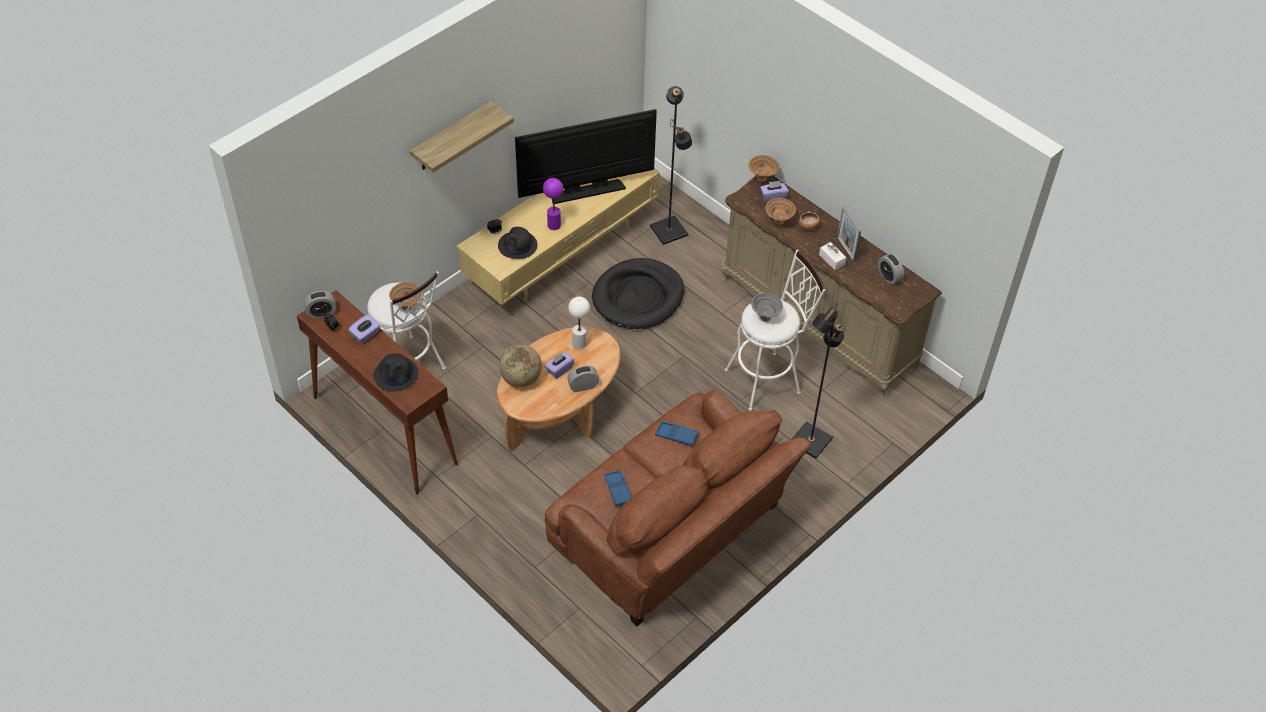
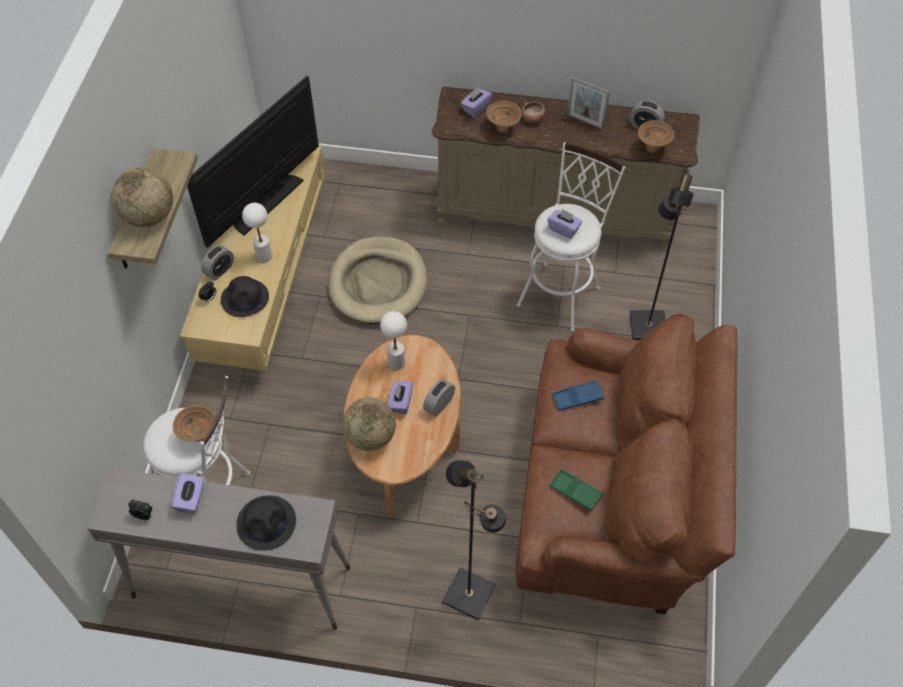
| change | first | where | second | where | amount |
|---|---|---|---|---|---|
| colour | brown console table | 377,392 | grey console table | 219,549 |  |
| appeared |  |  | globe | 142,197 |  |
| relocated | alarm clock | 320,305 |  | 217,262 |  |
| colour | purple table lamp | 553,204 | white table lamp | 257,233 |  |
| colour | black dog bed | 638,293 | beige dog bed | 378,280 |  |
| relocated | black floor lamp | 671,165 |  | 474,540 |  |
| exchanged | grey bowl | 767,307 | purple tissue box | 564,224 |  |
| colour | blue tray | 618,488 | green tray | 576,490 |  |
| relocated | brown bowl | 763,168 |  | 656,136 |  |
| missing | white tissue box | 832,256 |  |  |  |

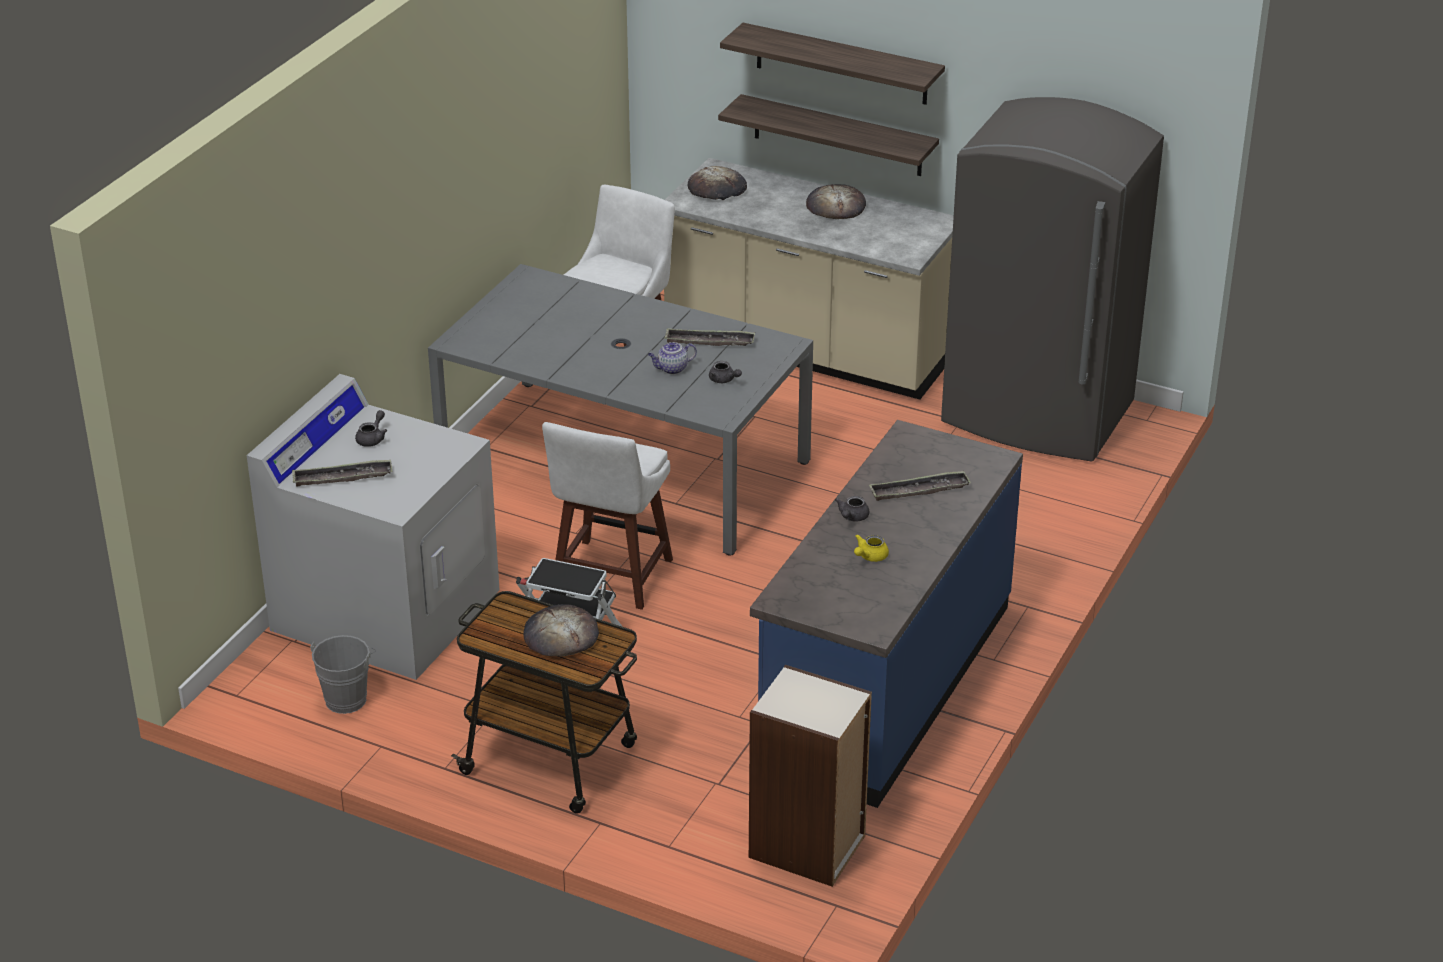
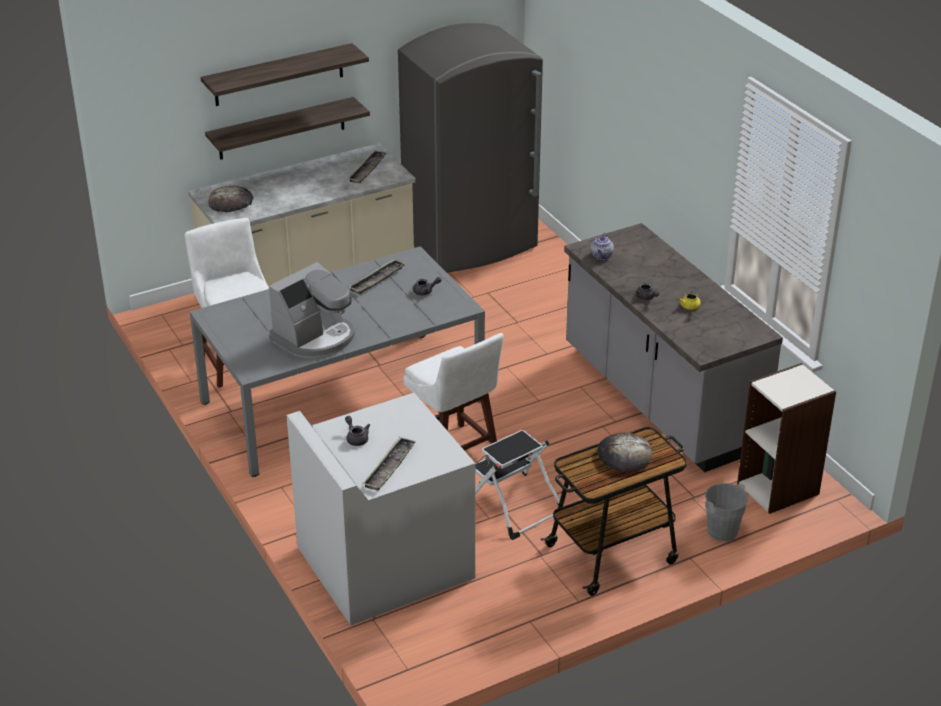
| change | first | where | second | where | amount |
|---|---|---|---|---|---|
| appeared |  |  | coffee machine | 312,310 |  |
| relocated | tray | 920,485 |  | 368,167 |  |
| colour | blue counter | 886,614 | grey counter | 673,347 |  |
| relocated | teapot | 672,358 |  | 602,246 |  |
| relocated | grey bucket | 343,674 |  | 723,512 |  |
| missing | bread | 836,201 |  |  |  |

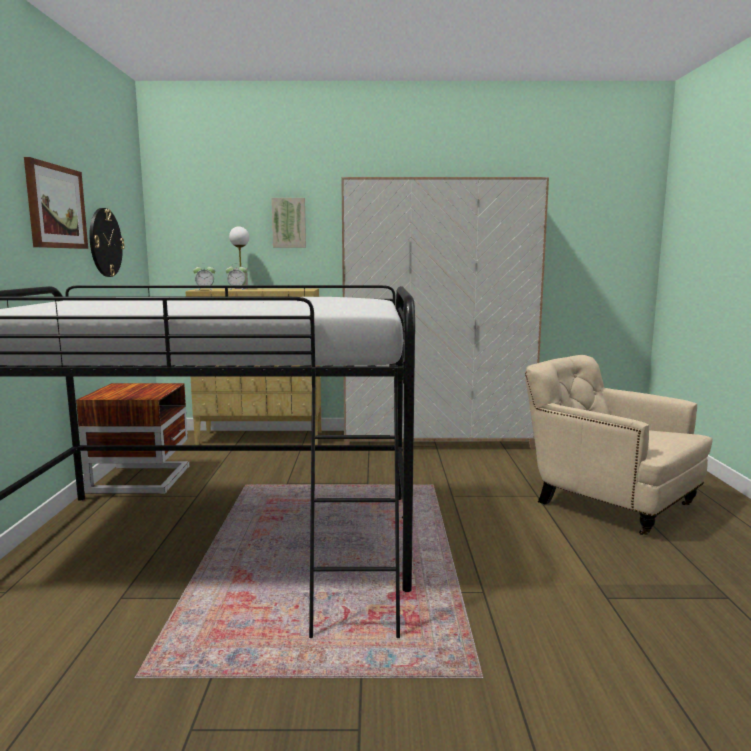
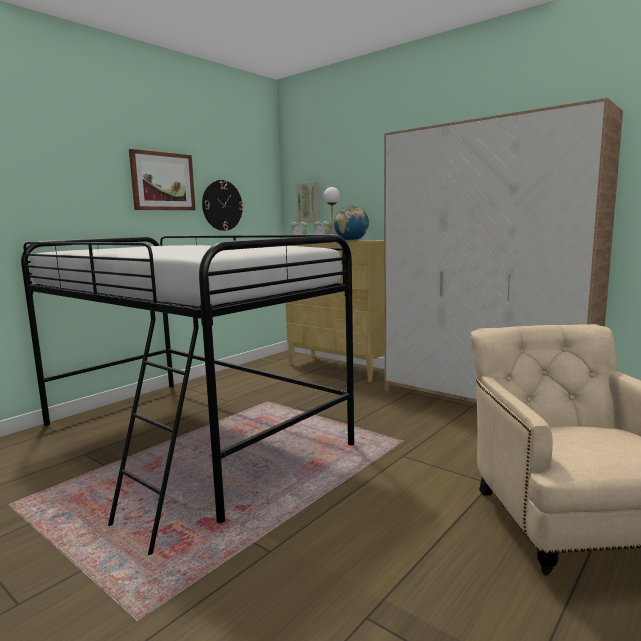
| change | first | where | second | where | amount |
|---|---|---|---|---|---|
| relocated | picture | 288,223 |  | 308,202 |  |
| appeared |  |  | globe | 351,223 |  |
| missing | nightstand | 132,438 |  |  |  |

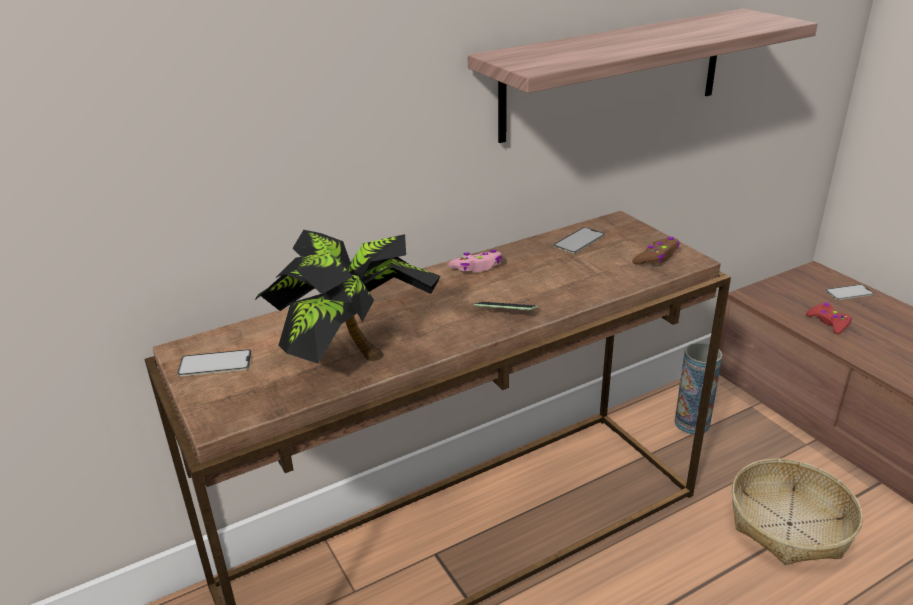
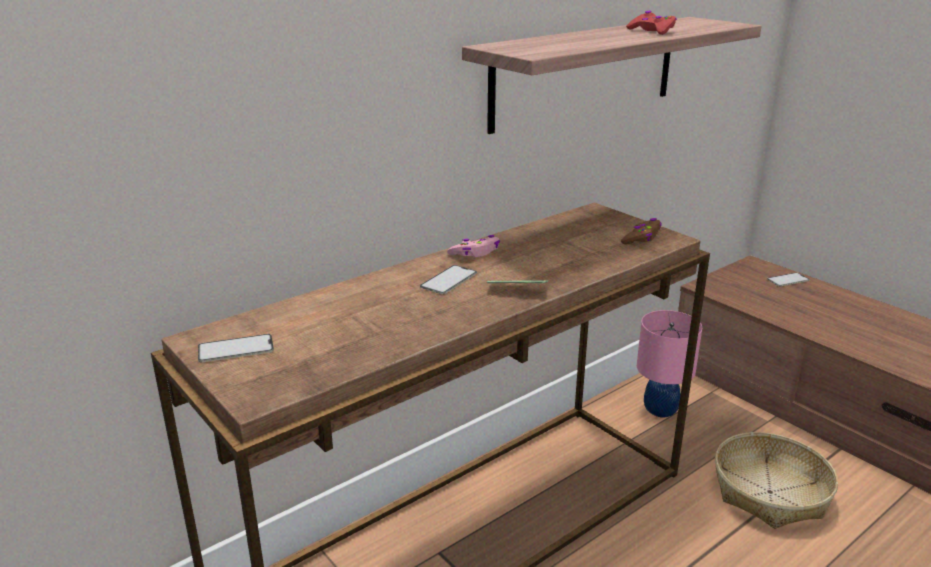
| change | first | where | second | where | amount |
|---|---|---|---|---|---|
| relocated | phone | 579,240 |  | 448,279 |  |
| relocated | red game controller | 829,318 |  | 651,23 |  |
| exchanged | vase | 698,389 | pink table lamp | 669,364 |  |
| missing | potted plant | 347,296 |  |  |  |

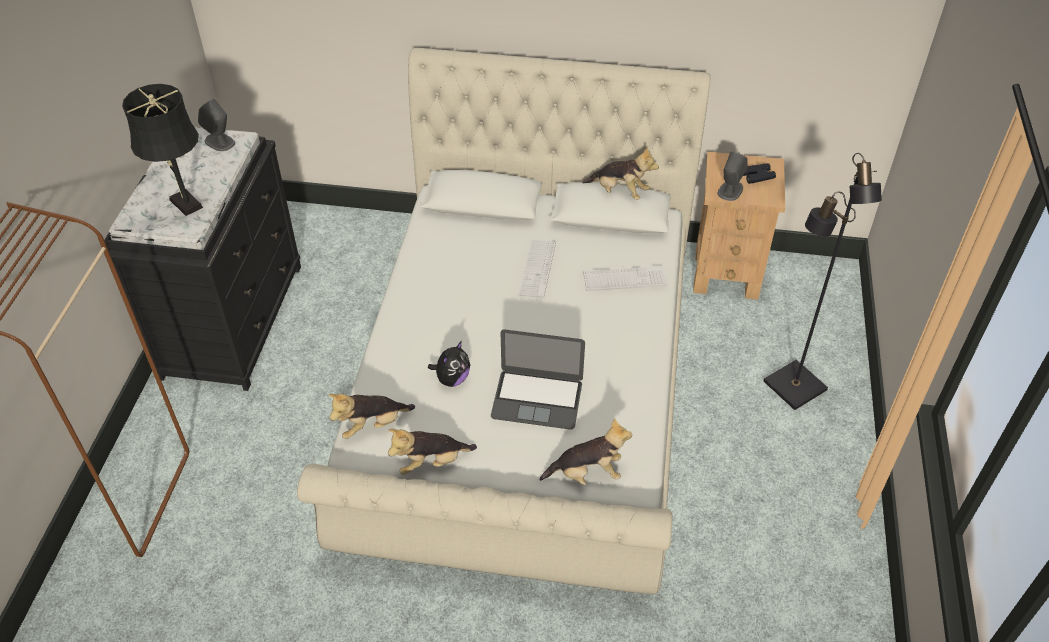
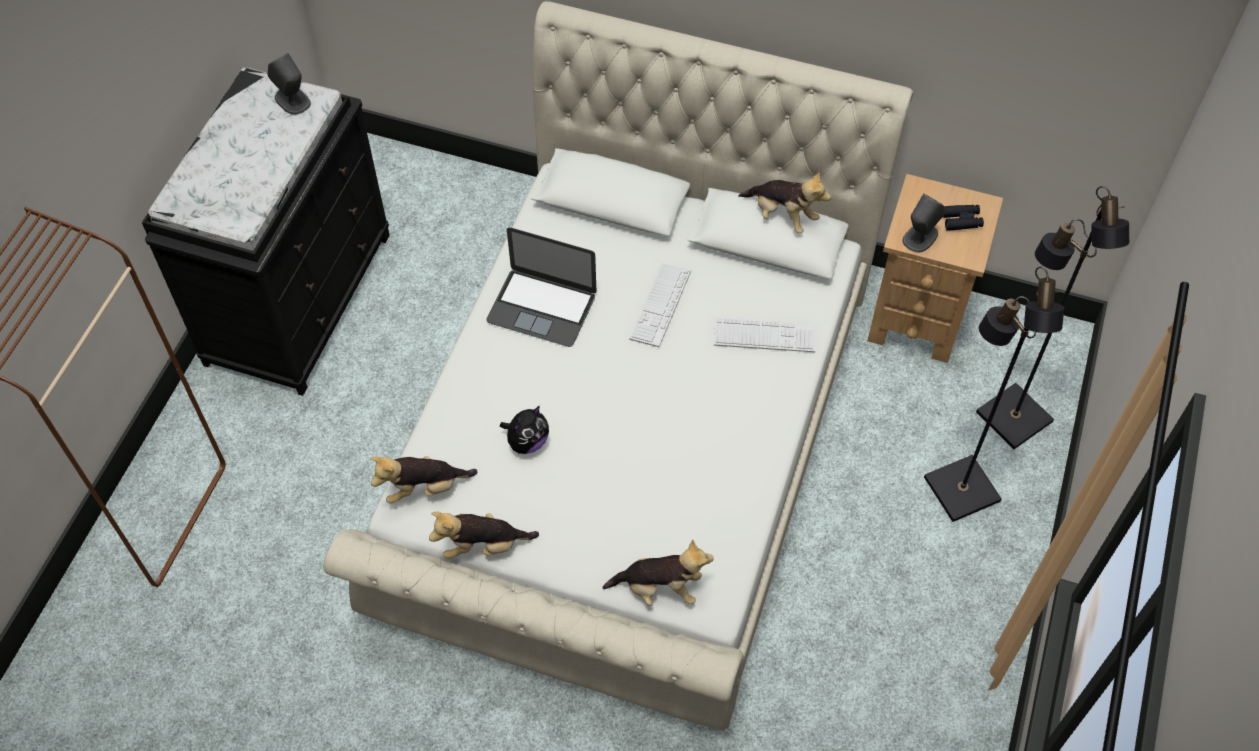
| change | first | where | second | where | amount |
|---|---|---|---|---|---|
| relocated | laptop | 538,380 |  | 541,287 |  |
| appeared |  |  | black floor lamp | 1052,317 |  |
| missing | black table lamp | 162,150 |  |  |  |

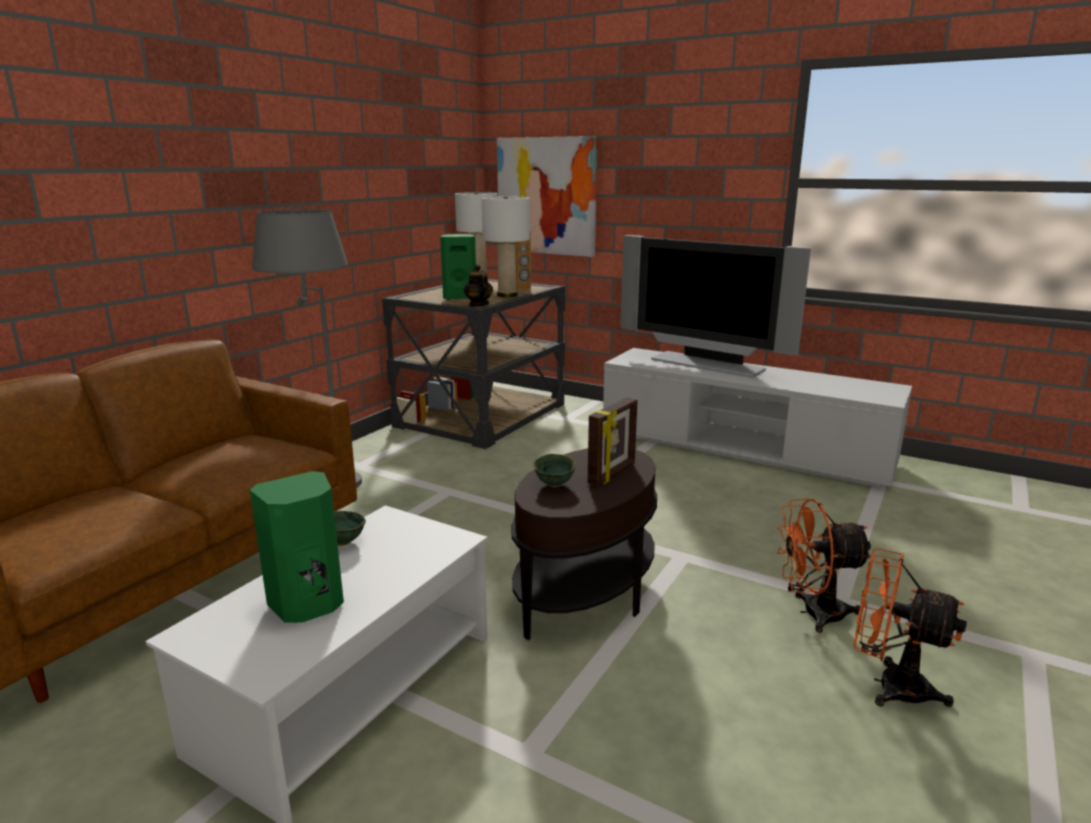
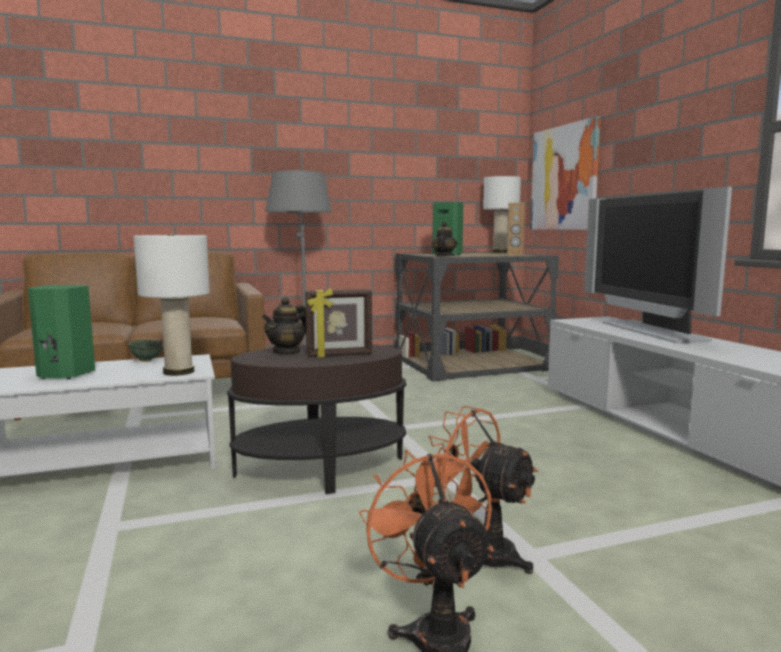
| change | first | where | second | where | amount |
|---|---|---|---|---|---|
| relocated | white table lamp | 506,246 |  | 172,304 |  |
| exchanged | green bowl | 554,470 | teapot | 284,326 |  |

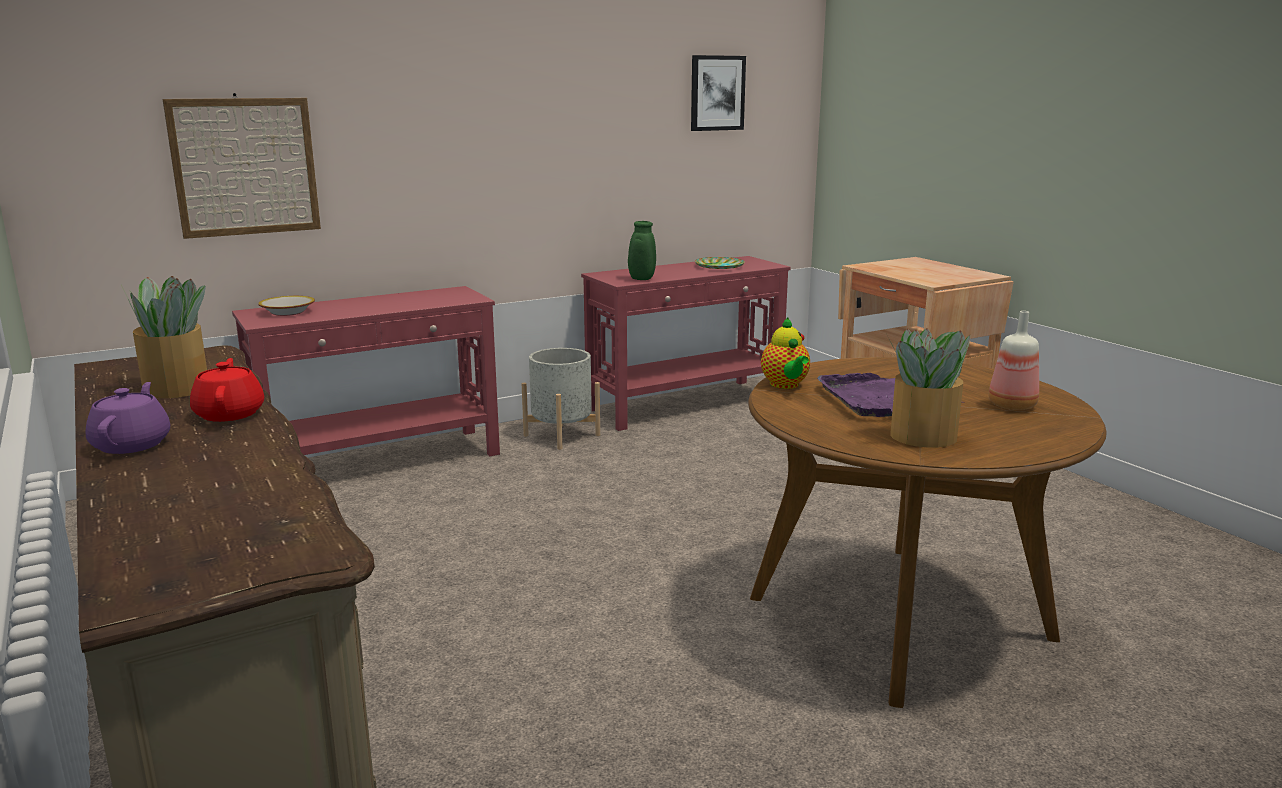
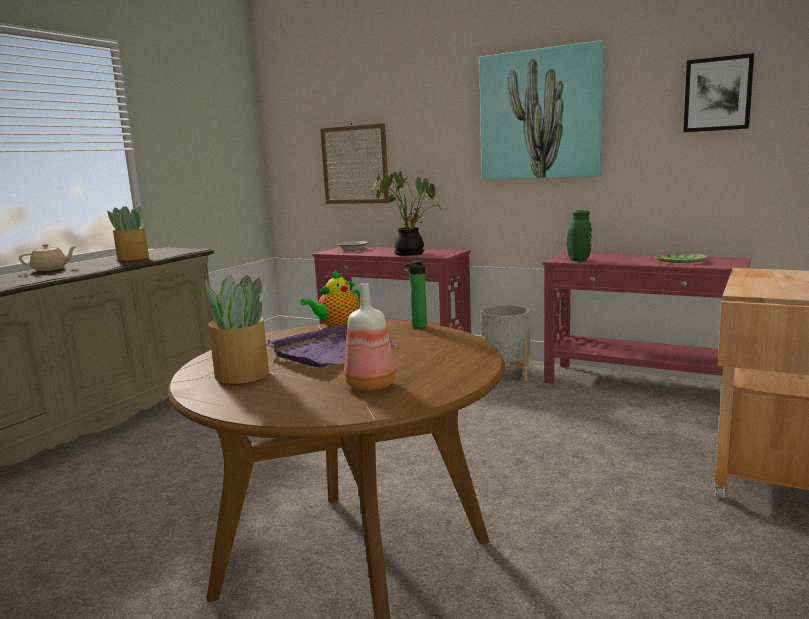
| change | first | where | second | where | amount |
|---|---|---|---|---|---|
| colour | purple teapot | 128,418 | beige teapot | 48,257 |  |
| appeared |  |  | potted plant | 407,213 |  |
| appeared |  |  | bottle | 415,294 |  |
| appeared |  |  | picture | 541,110 |  |
| missing | red teapot | 227,390 |  |  |  |

